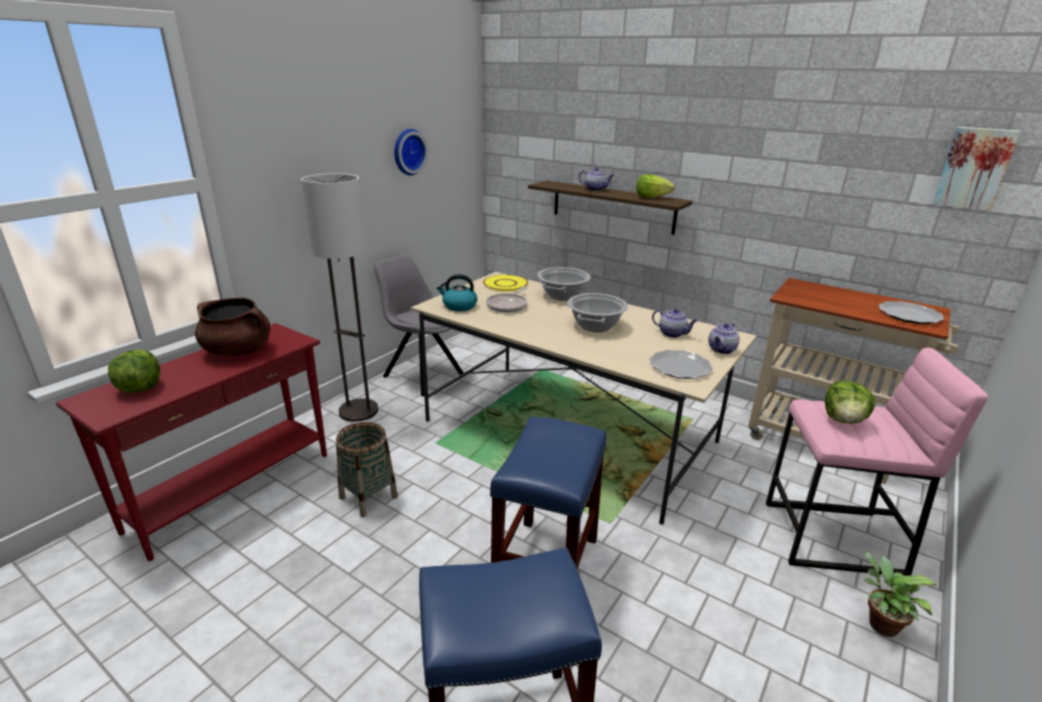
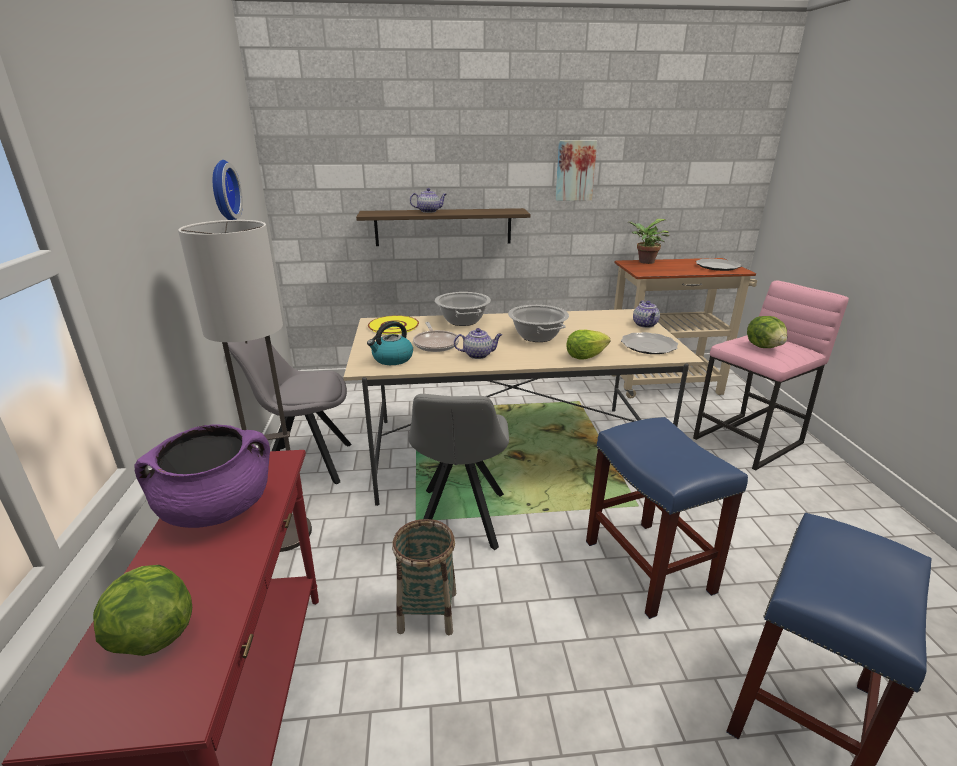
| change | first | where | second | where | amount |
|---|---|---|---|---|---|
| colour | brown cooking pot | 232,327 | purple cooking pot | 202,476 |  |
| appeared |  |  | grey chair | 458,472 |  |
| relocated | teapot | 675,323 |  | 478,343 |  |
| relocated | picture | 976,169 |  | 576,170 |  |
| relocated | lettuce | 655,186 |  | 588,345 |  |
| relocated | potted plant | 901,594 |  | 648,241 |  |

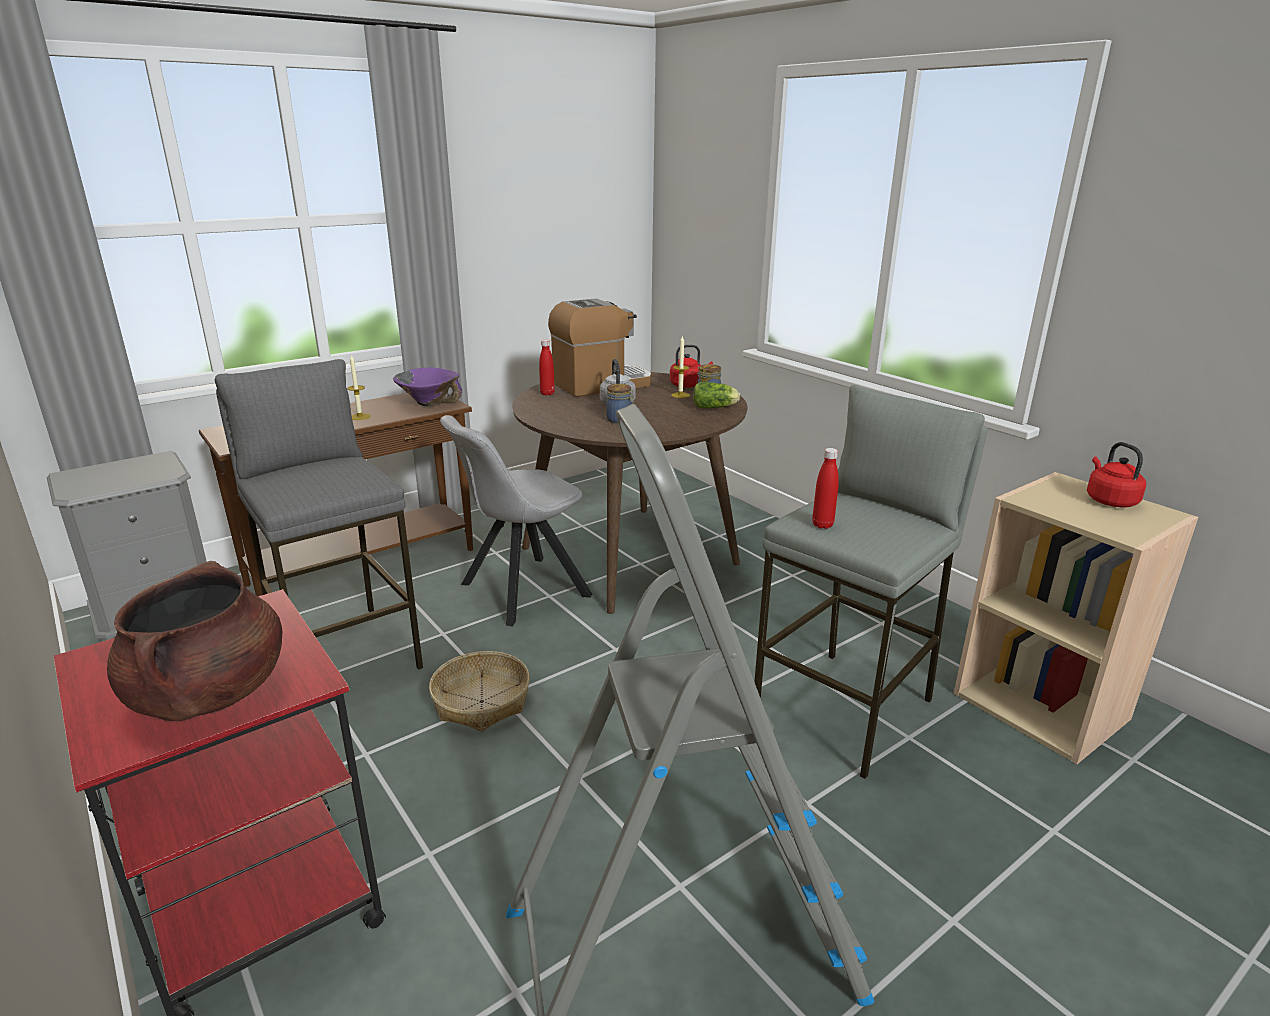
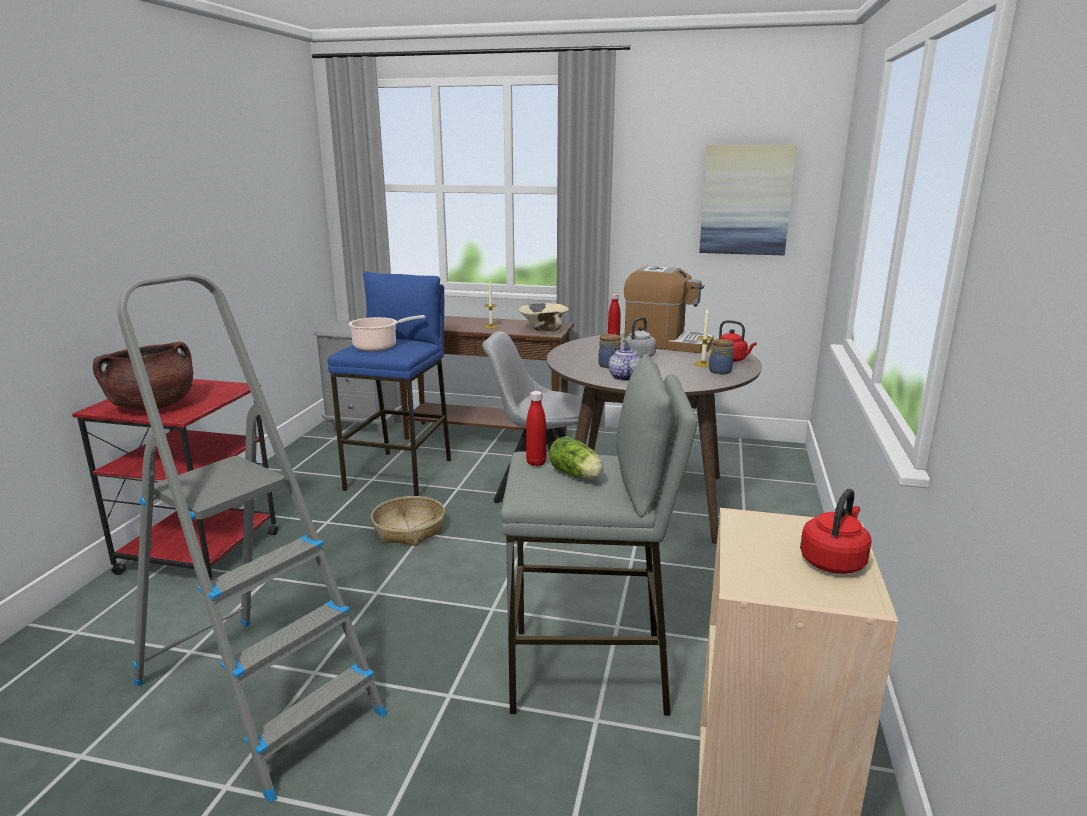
| change | first | where | second | where | amount |
|---|---|---|---|---|---|
| colour | grey stool | 319,514 | blue stool | 389,383 |  |
| appeared |  |  | cooking pot | 387,333 |  |
| colour | purple bowl | 427,386 | beige bowl | 544,317 |  |
| relocated | lettuce | 716,395 |  | 576,457 |  |
| appeared |  |  | teapot | 625,363 |  |
| appeared |  |  | picture | 748,200 |  |

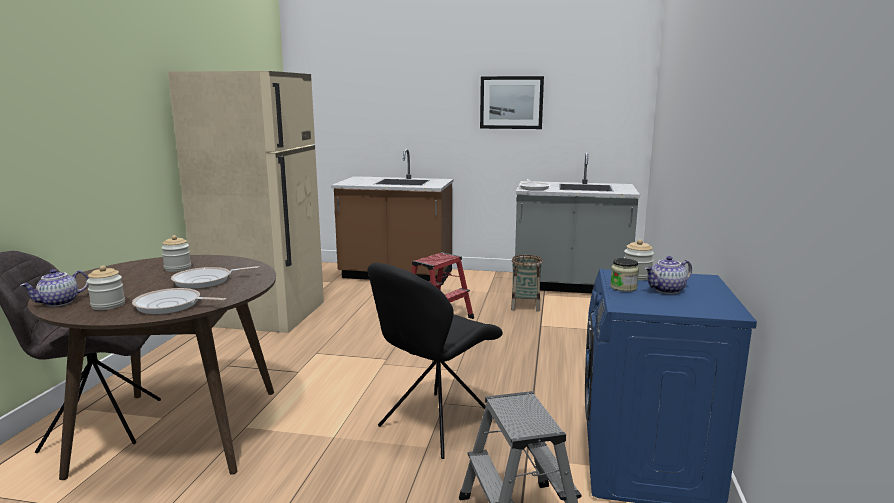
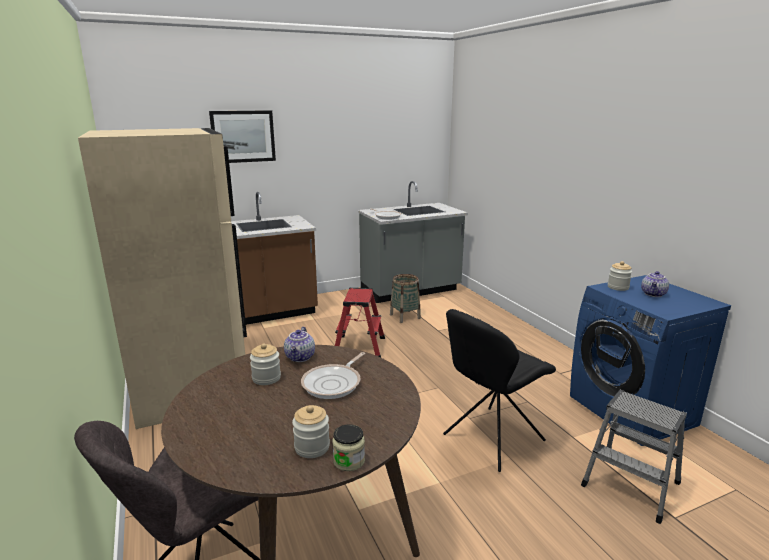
| change | first | where | second | where | amount |
|---|---|---|---|---|---|
| relocated | picture | 512,102 |  | 242,136 |  |
| relocated | teapot | 54,288 |  | 299,344 |  |
| relocated | jar | 624,275 |  | 348,448 |  |
| spun | black chair | 435,360 |  | 499,390 | 45 degrees clockwise |
| missing | frying pan | 179,301 |  |  |  |

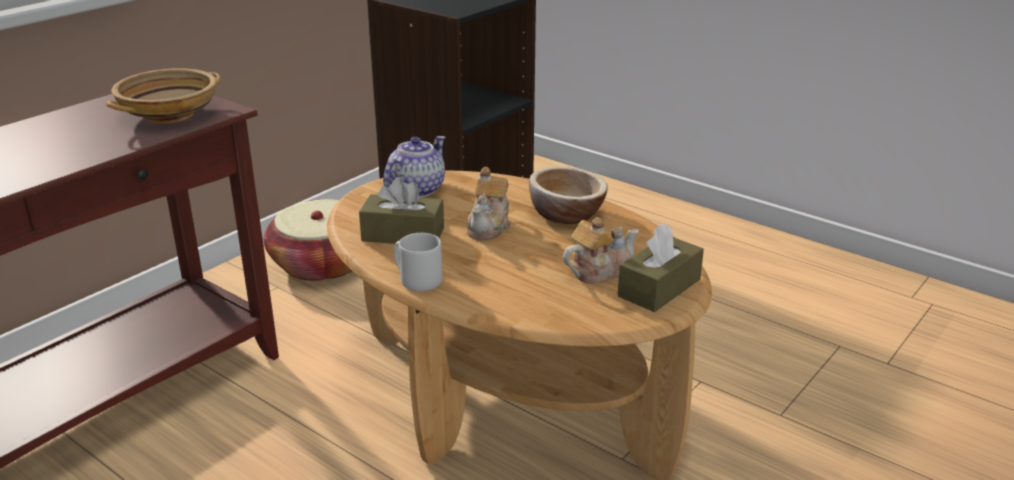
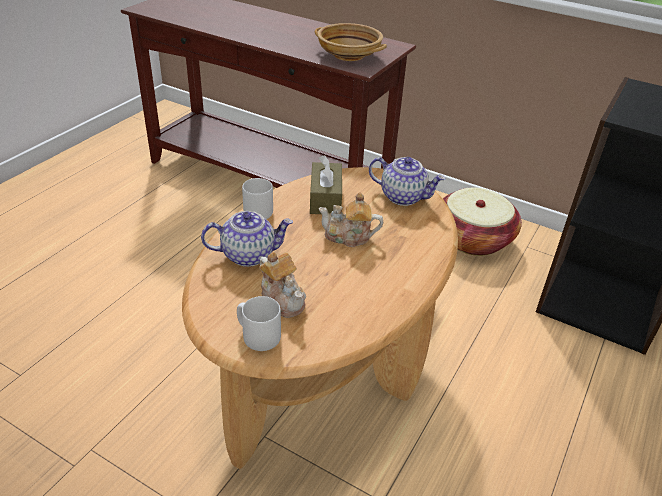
| change | first | where | second | where | amount |
|---|---|---|---|---|---|
| appeared |  |  | teapot | 247,239 |  |
| exchanged | brown tissue box | 661,267 | grey mug | 259,323 |  |
| missing | bowl | 568,195 |  |  |  |

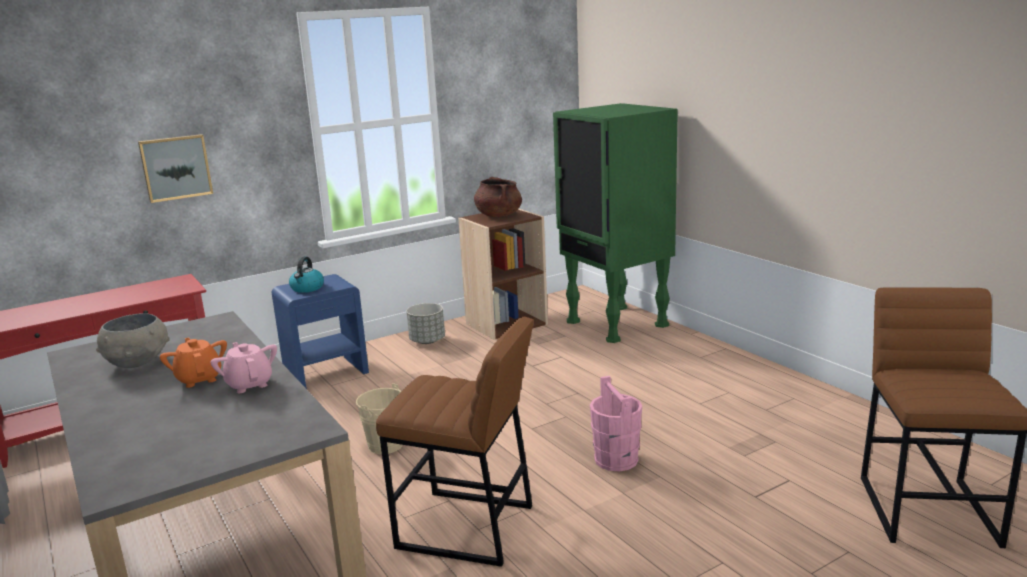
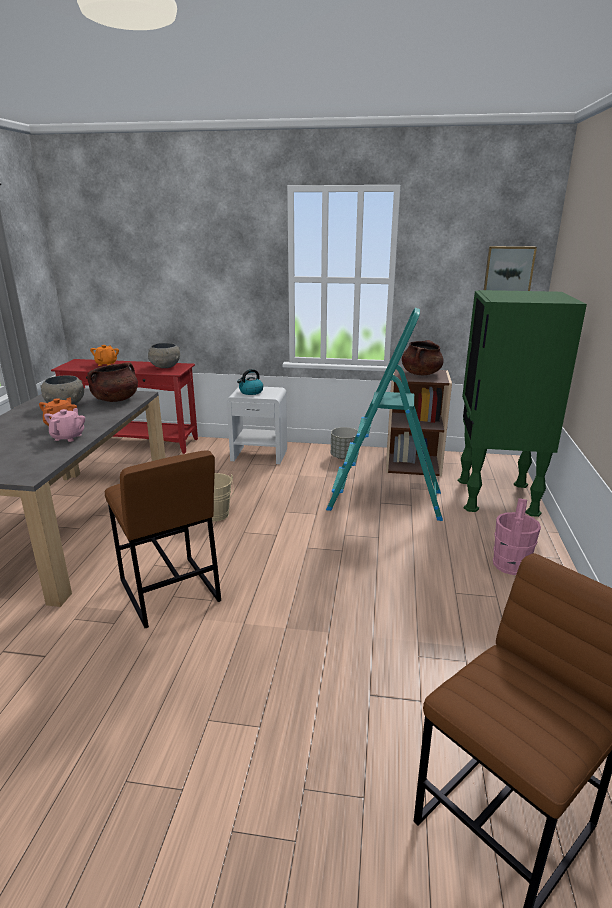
| change | first | where | second | where | amount |
|---|---|---|---|---|---|
| appeared |  |  | brown cooking pot | 112,382 |  |
| appeared |  |  | orange teapot | 104,355 |  |
| appeared |  |  | grey bowl | 164,355 |  |
| colour | blue nightstand | 320,331 | white nightstand | 257,425 |  |
| appeared |  |  | turquoise step ladder | 384,414 |  |
| relocated | picture | 175,168 |  | 510,268 |  |
| relocated | pink bucket | 616,423 |  | 517,536 |  |

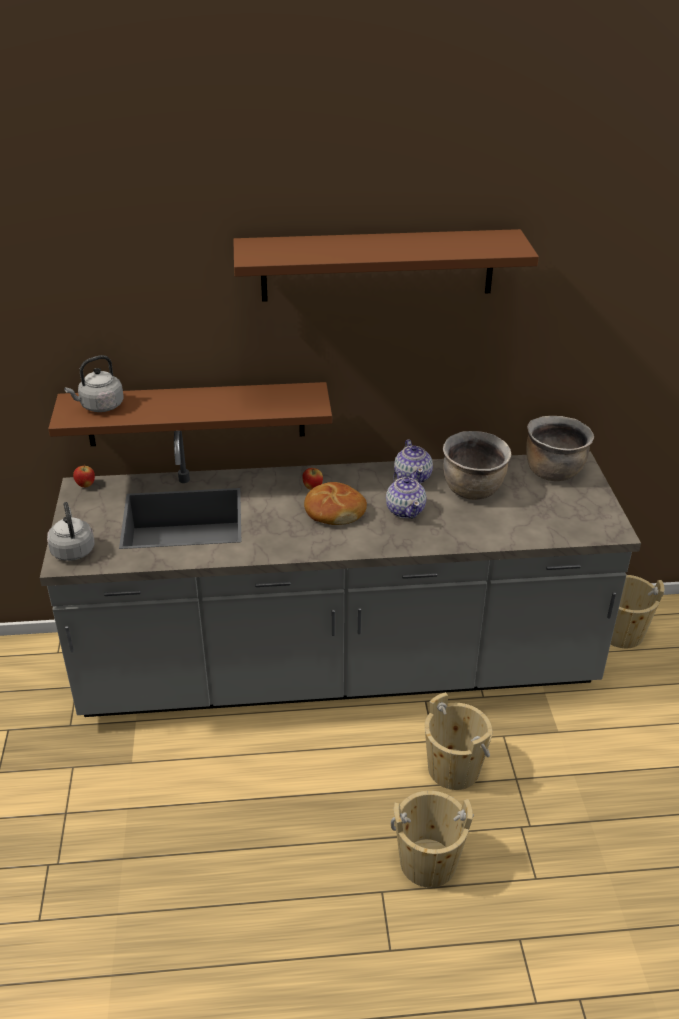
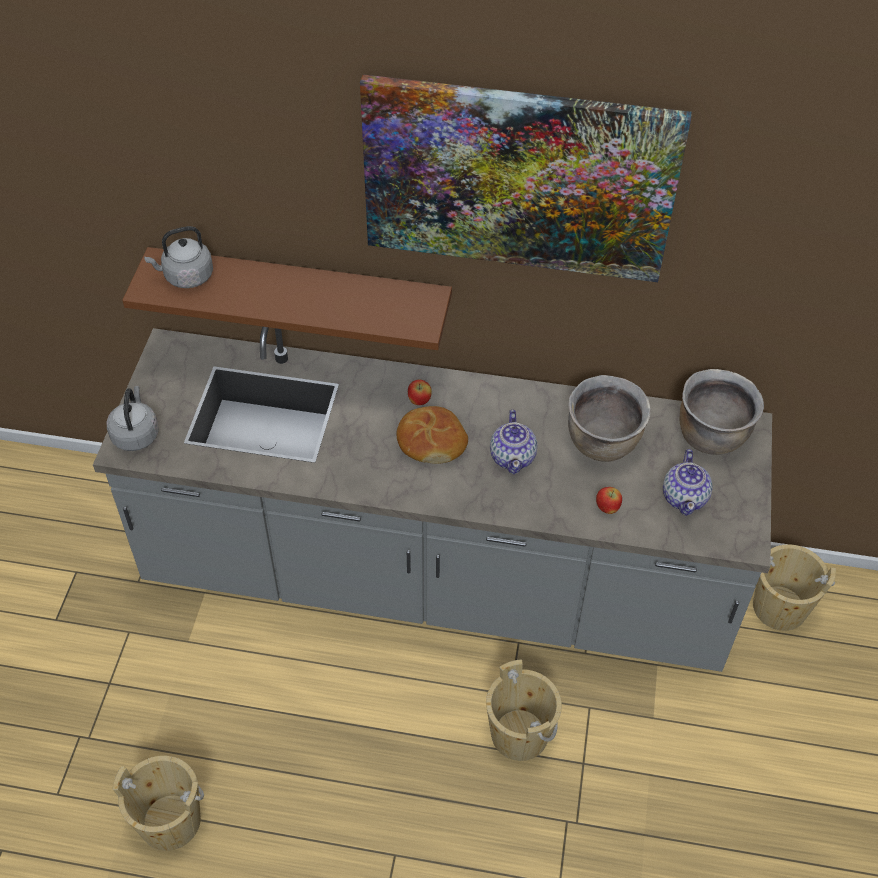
| change | first | where | second | where | amount |
|---|---|---|---|---|---|
| relocated | beige bucket | 432,839 |  | 158,803 |  |
| exchanged | brown shelf | 386,265 | picture | 526,178 |  |
| relocated | apple | 84,476 |  | 609,500 |  |
| relocated | teapot | 413,461 |  | 688,482 |  |

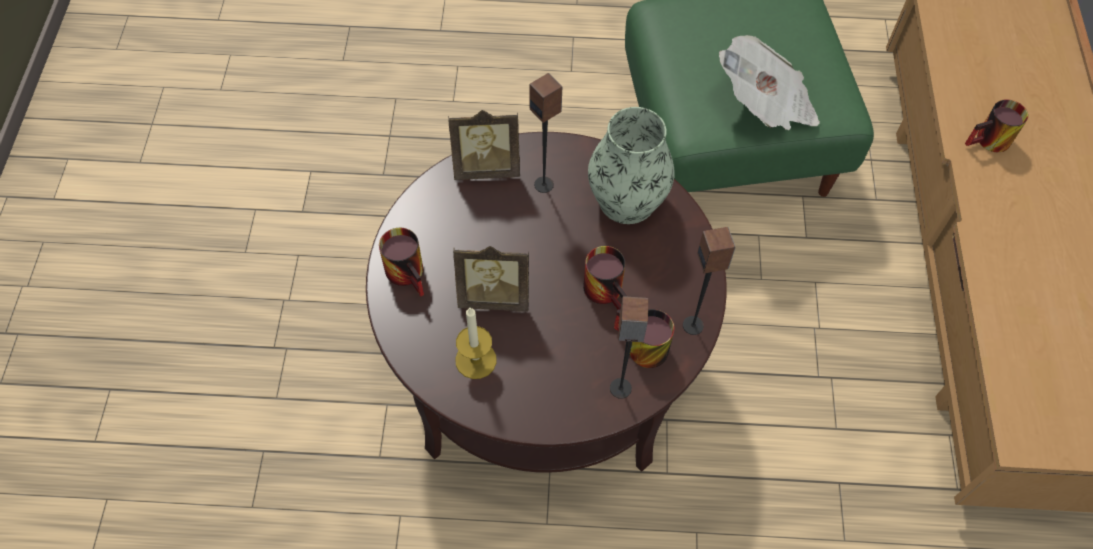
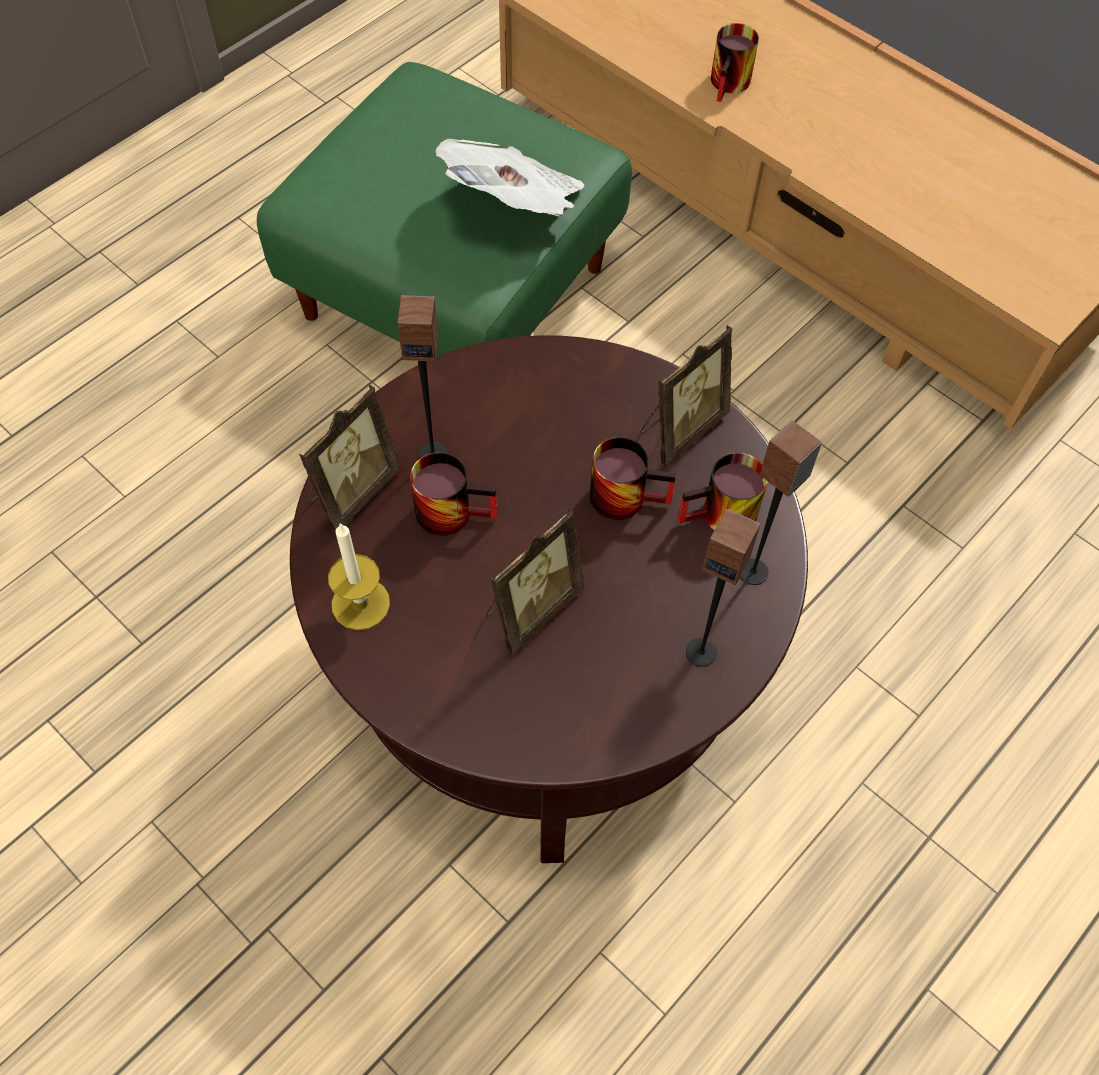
| change | first | where | second | where | amount |
|---|---|---|---|---|---|
| relocated | candle | 476,343 |  | 359,576 |  |
| relocated | mug | 401,262 |  | 454,494 |  |
| appeared |  |  | picture frame | 685,395 |  |
| relocated | speaker | 709,281 |  | 723,588 |  |
| missing | vase | 631,165 |  |  |  |

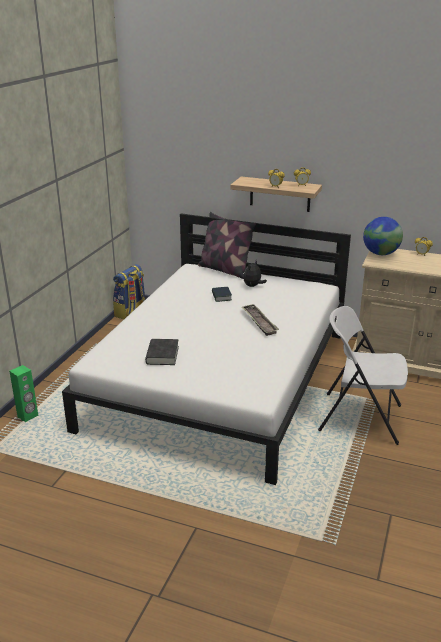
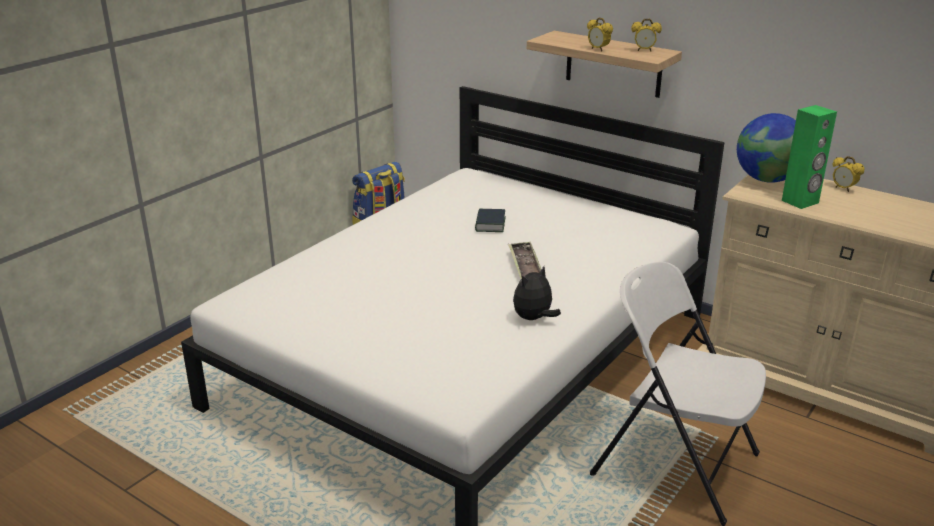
| change | first | where | second | where | amount |
|---|---|---|---|---|---|
| relocated | plush toy | 255,274 |  | 537,293 |  |
| relocated | green speaker | 23,393 |  | 809,157 |  |
| missing | black book | 162,352 |  |  |  |
| missing | pillow | 227,245 |  |  |  |

